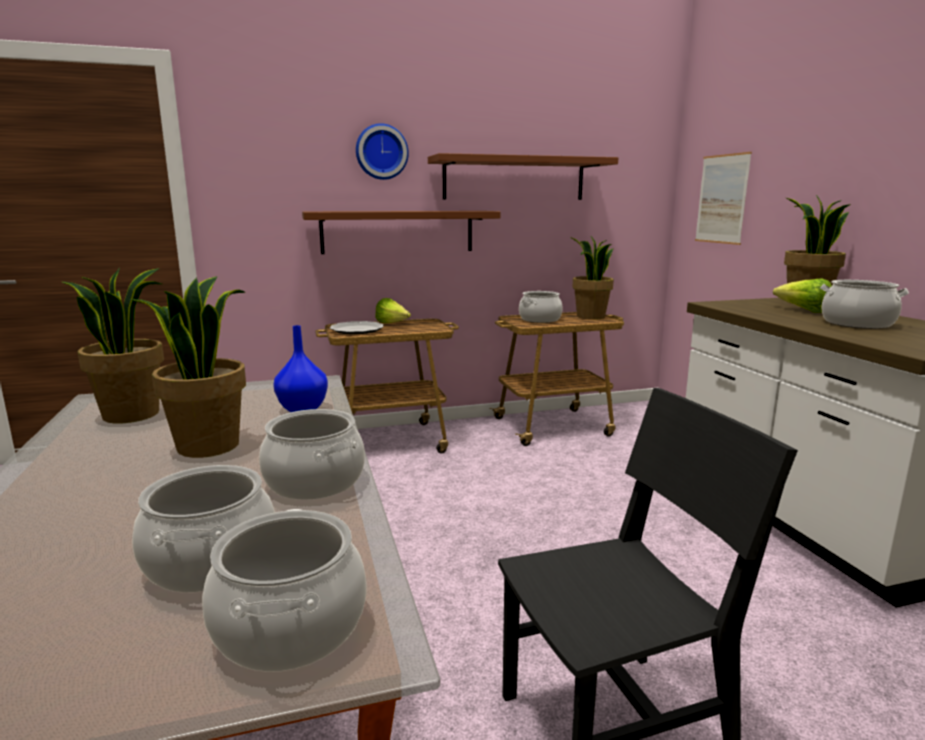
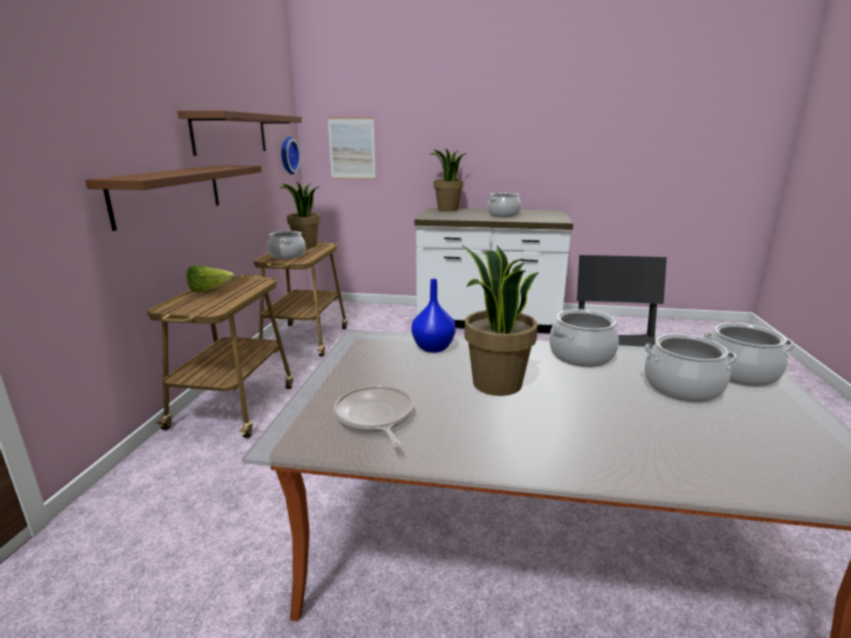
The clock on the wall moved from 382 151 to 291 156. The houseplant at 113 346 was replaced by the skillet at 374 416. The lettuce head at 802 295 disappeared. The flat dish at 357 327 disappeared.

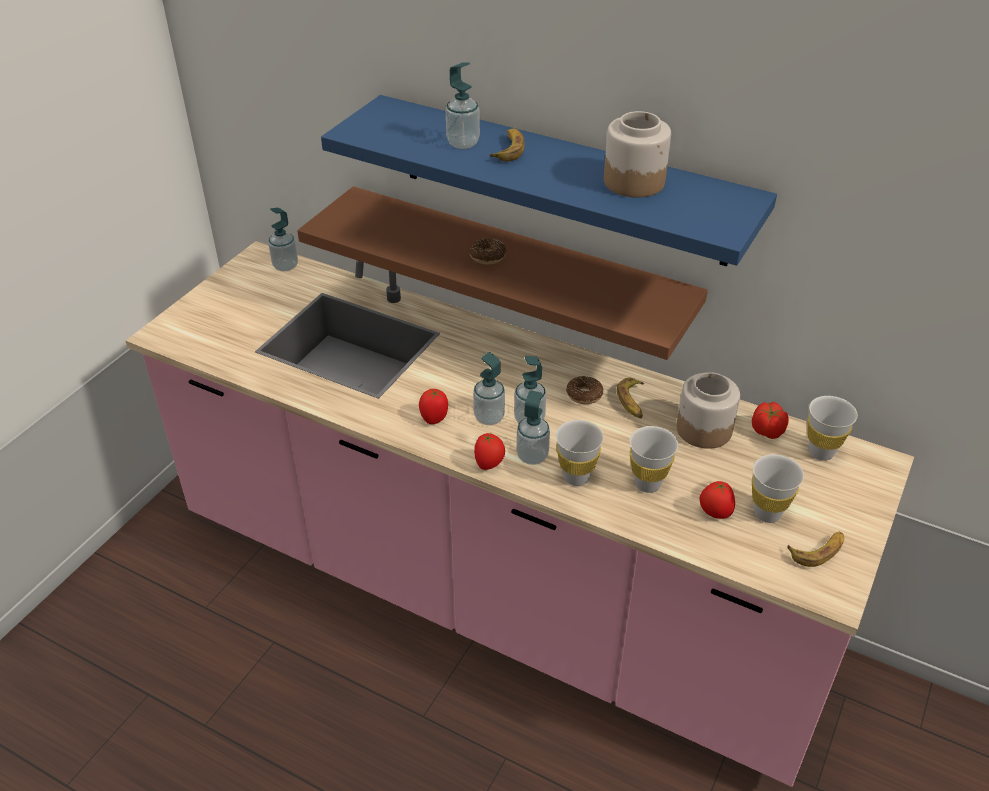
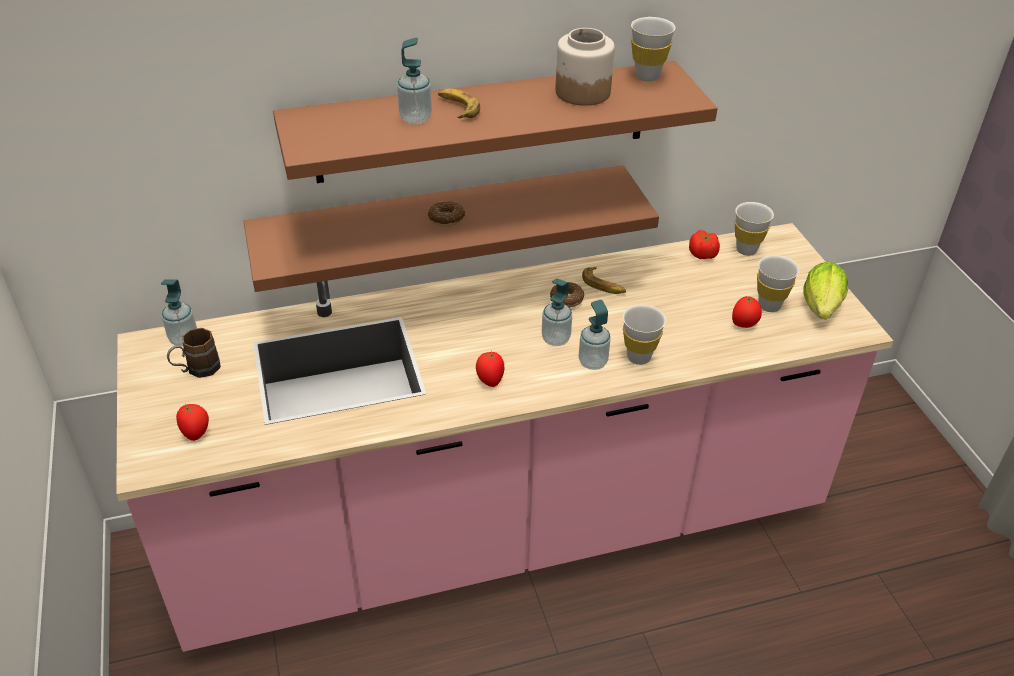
The blue-coloured shelf at 549 181 became the brownish shelf at 495 122. The liquid soap bottle at 489 388 disappeared. The preserve jar at 708 410 disappeared. The white-coloured drinking cup moved from 653 459 to 653 49. The tomato moved from 489 451 to 192 422. The banana at 815 549 was replaced by the lettuce head at 826 290. The brownish tea mug at 194 353 appeared.

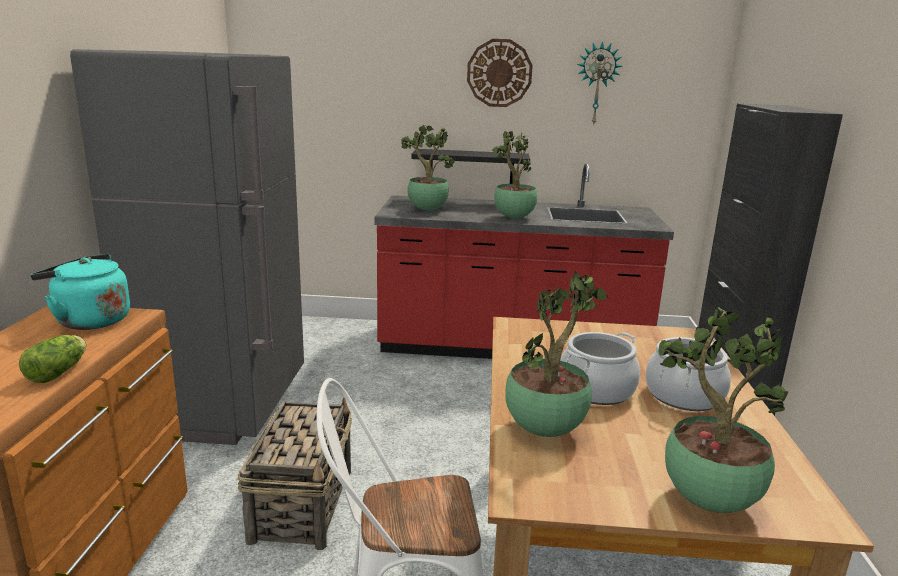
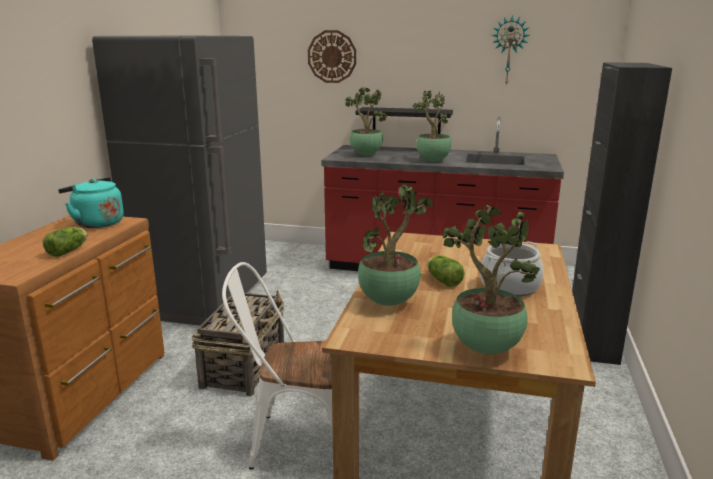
The clock on the wall moved from 500 73 to 332 56. The cooking pot at 600 368 was replaced by the lettuce head at 445 271.

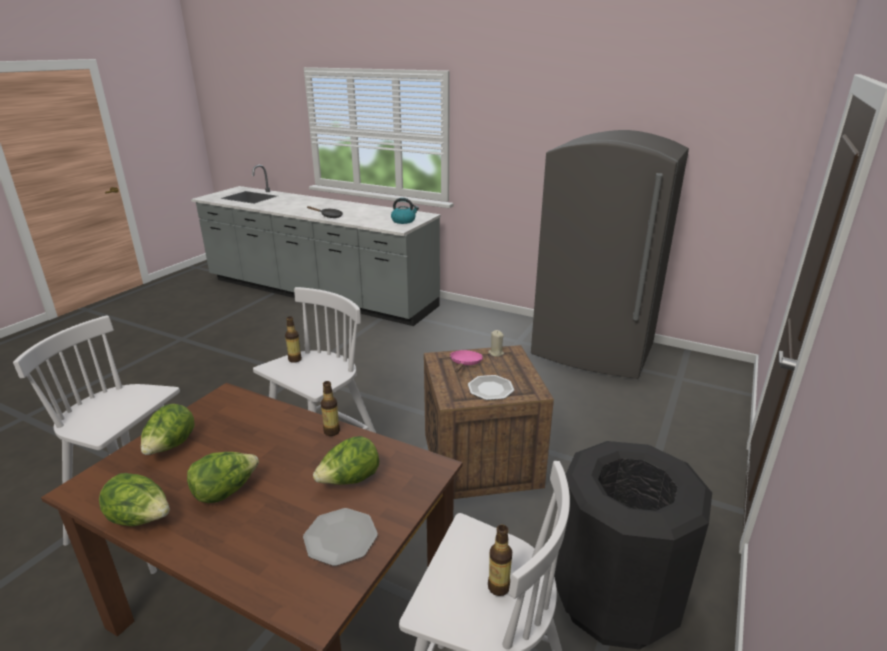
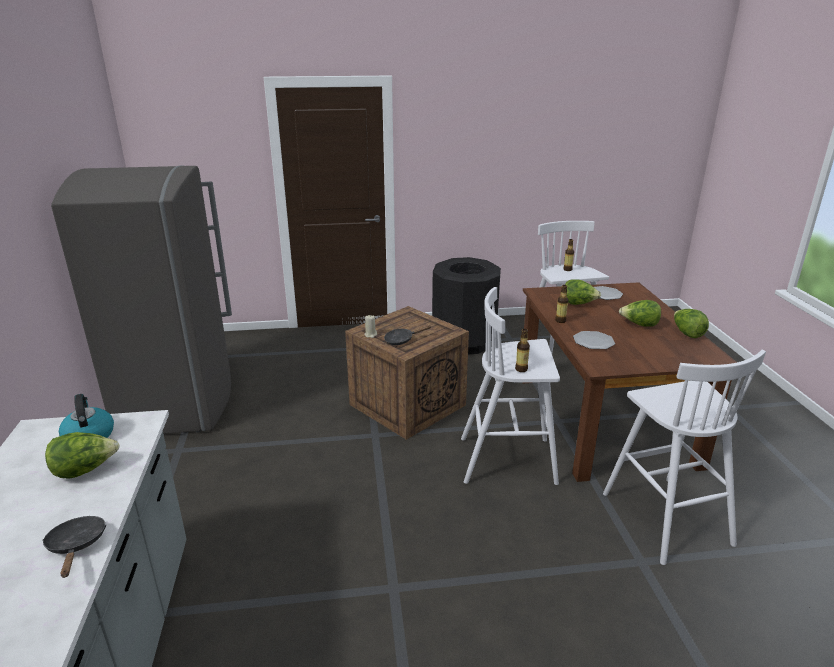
The pink-coloured skillet at 466 361 became the blackish skillet at 407 335. The flat dish moved from 491 387 to 594 340. The lettuce head moved from 168 429 to 82 455.

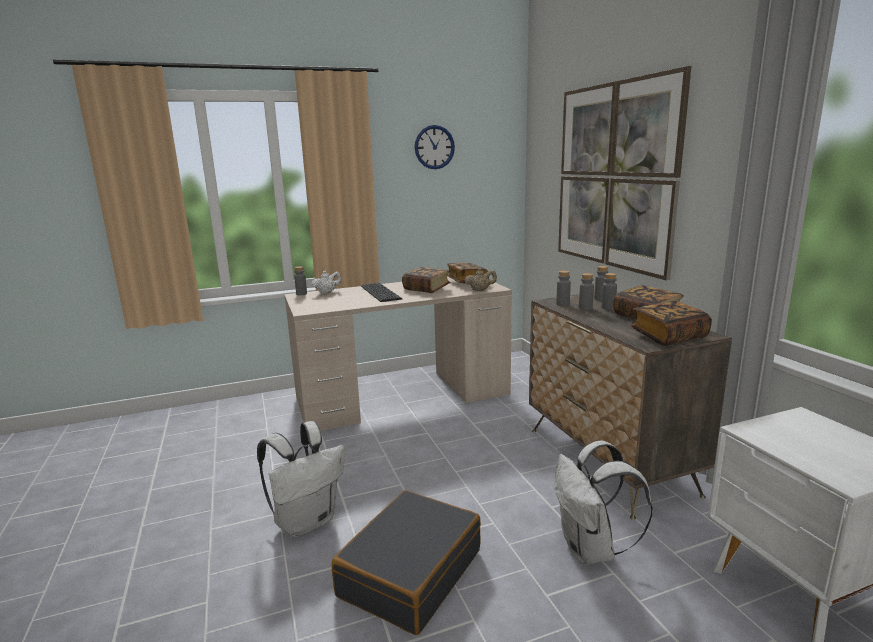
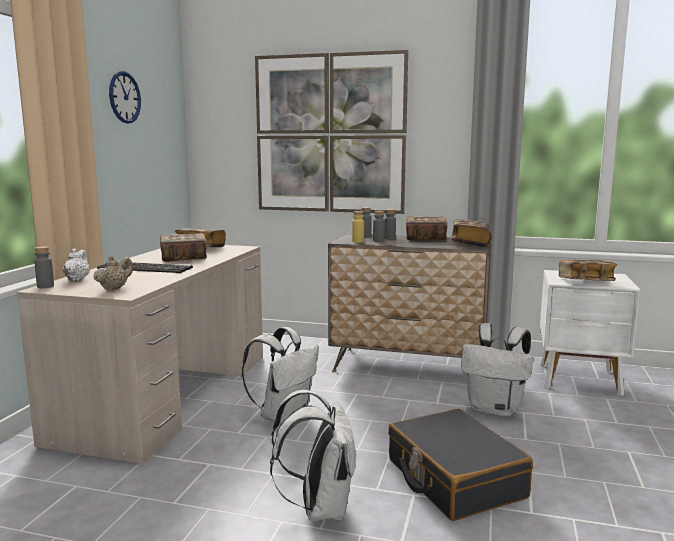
The sand-coloured pot for tea moved from 480 279 to 113 273. The grey drink bottle at 563 288 became the yellow-coloured drink bottle at 358 227. The volume at 588 270 appeared. The white-coloured knapsack at 280 376 appeared.

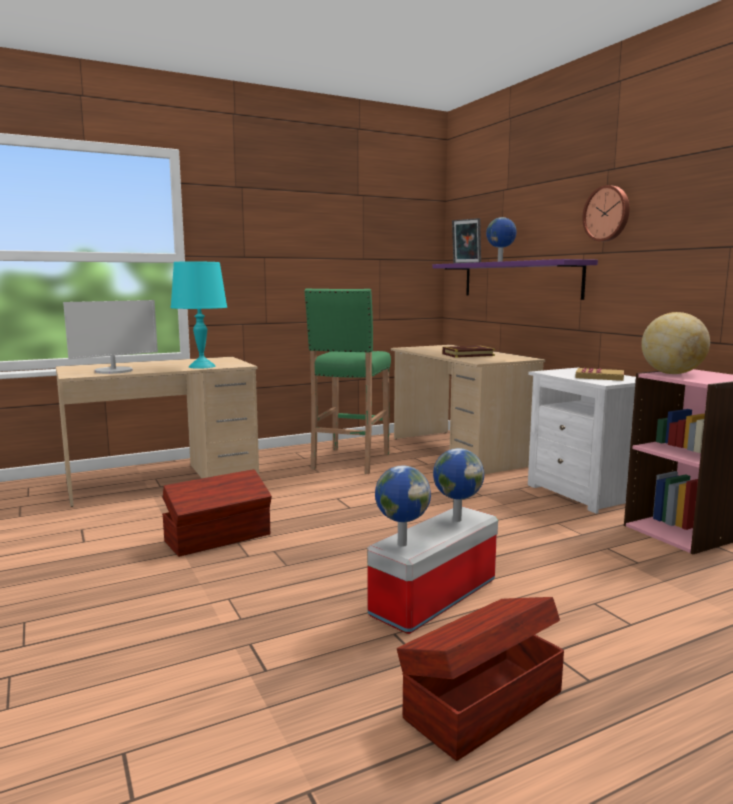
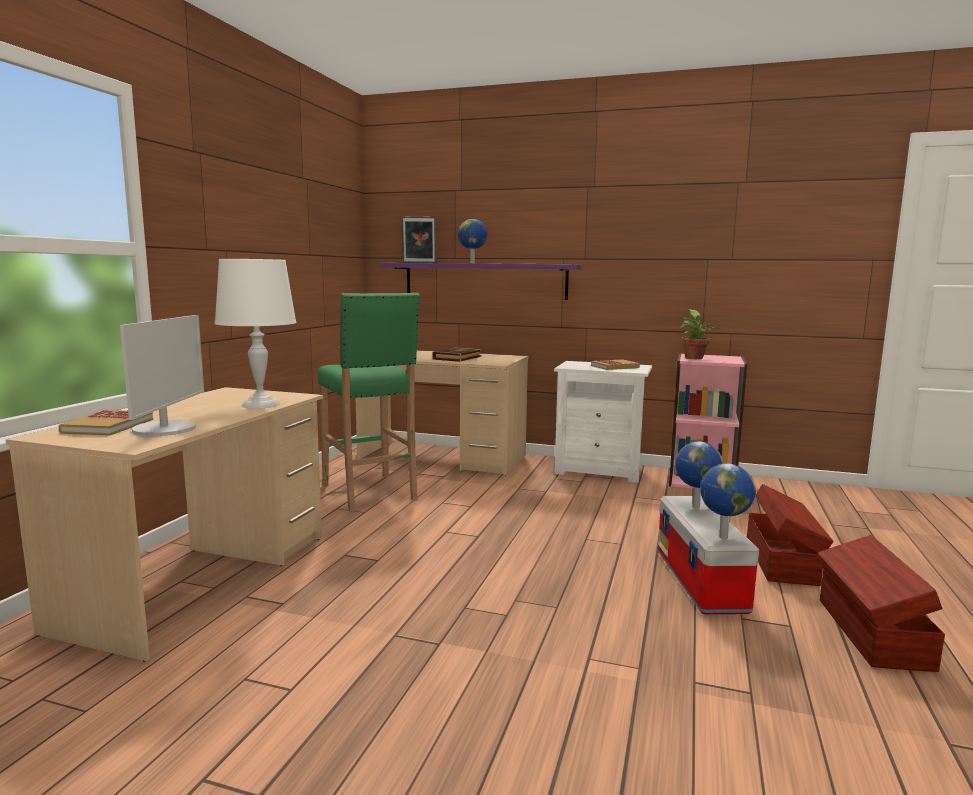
The clock on the wall at 606 213 disappeared. The turquoise tabletop lamp at 198 315 became the white-coloured tabletop lamp at 256 334. The world globe at 675 343 was replaced by the houseplant at 700 334. The brownish storage container moved from 217 513 to 790 535. The volume at 105 423 appeared.

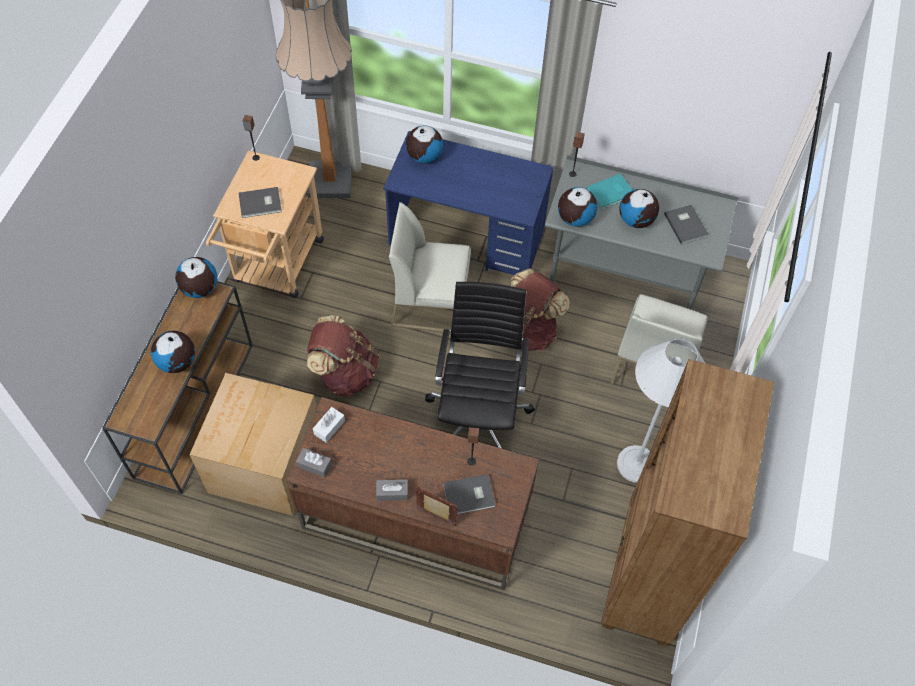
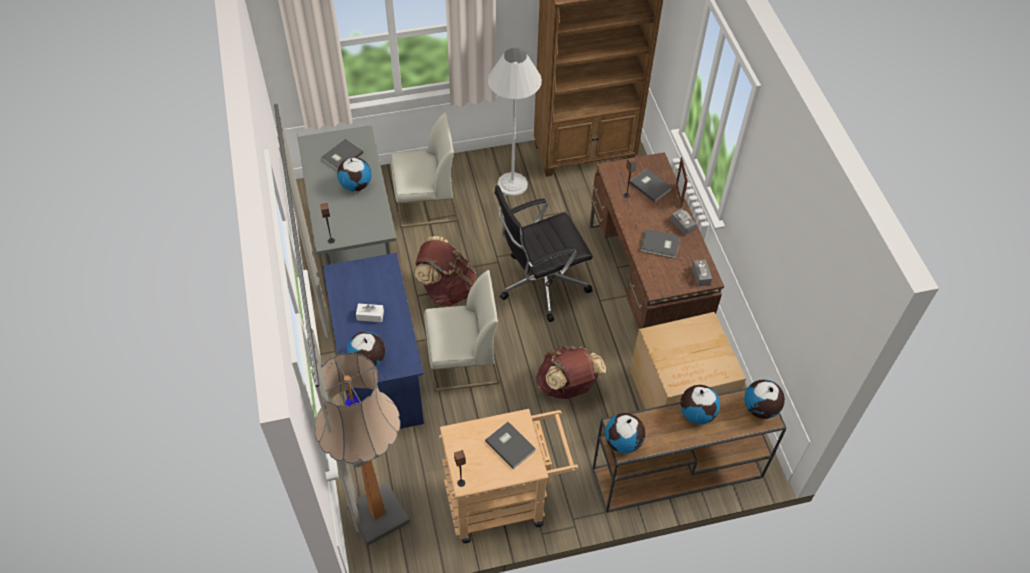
The turquoise volume at 609 192 disappeared. The world globe moved from 577 207 to 764 399. The white-coloured plain chair at 430 267 turned 75 degrees counterclockwise. The white-coloured box of tissues moved from 329 425 to 370 312. The grey volume at 660 244 appeared.

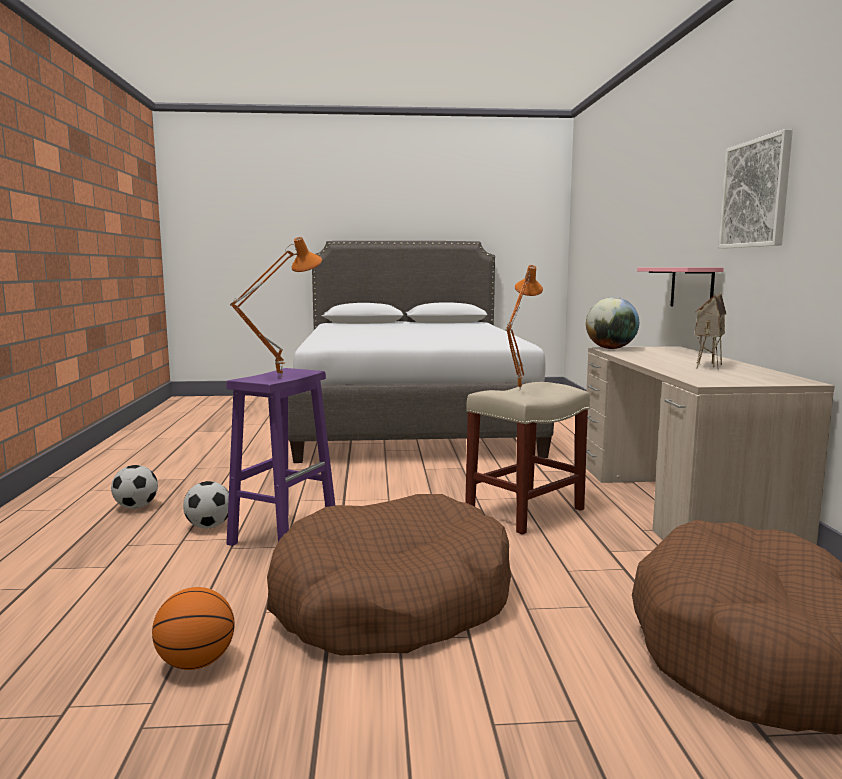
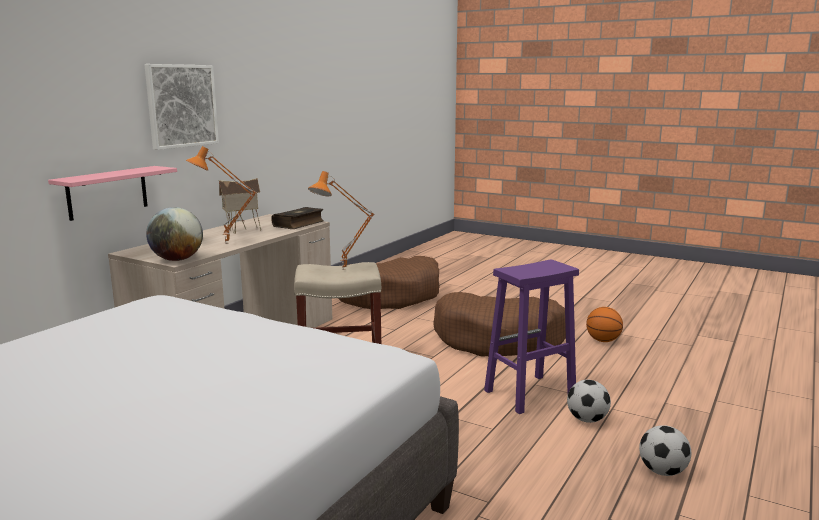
The orange tabletop lamp moved from 276 307 to 221 194. The volume at 297 218 appeared.

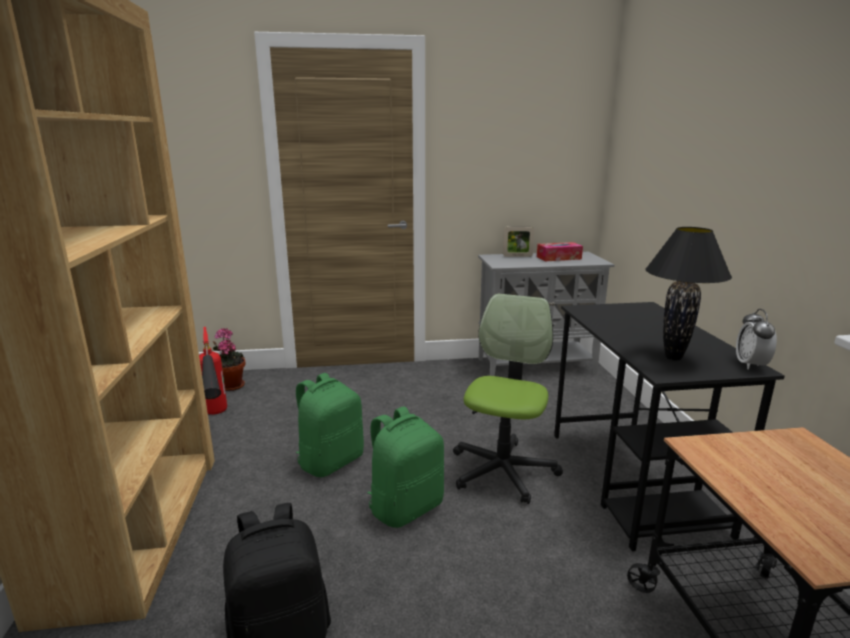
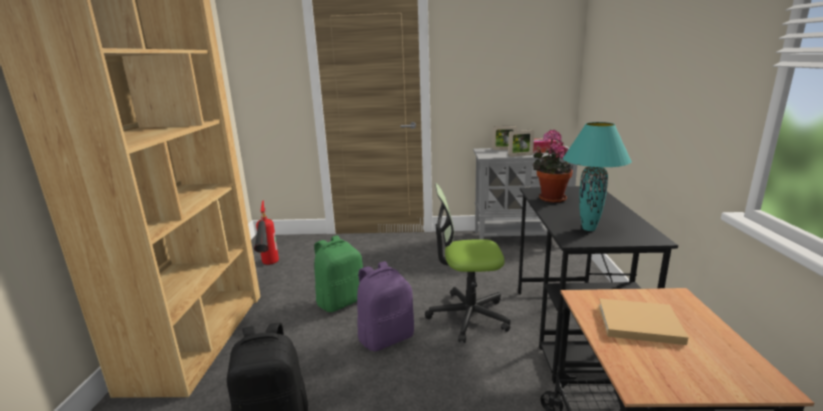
The blackish tabletop lamp at 688 294 became the turquoise tabletop lamp at 597 176. The computer chair at 508 399 turned 120 degrees counterclockwise. The bedside clock at 756 339 disappeared. The houseplant moved from 229 359 to 553 166. The greenish knapsack at 405 467 became the purplish knapsack at 385 306. The picture frame at 521 143 appeared. The sand-coloured volume at 644 321 appeared.

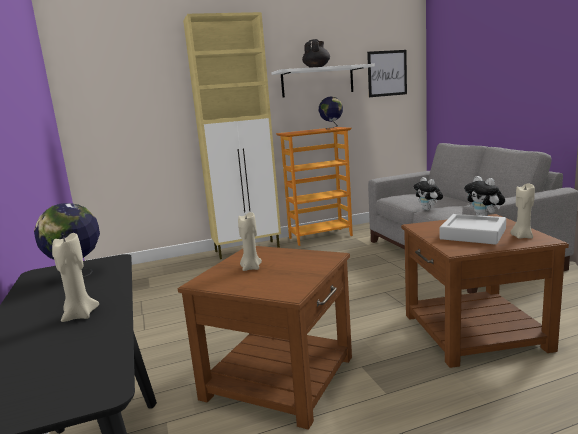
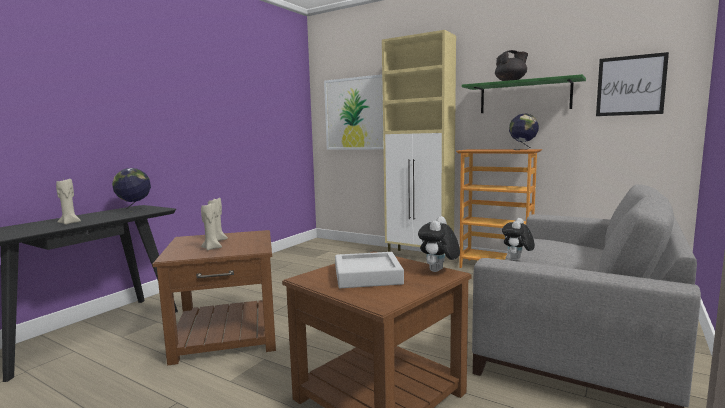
The white-coloured shelf at 323 81 became the greenish shelf at 524 93. The sand-coloured wax candle moved from 522 211 to 211 226. The wall art at 353 112 appeared.

